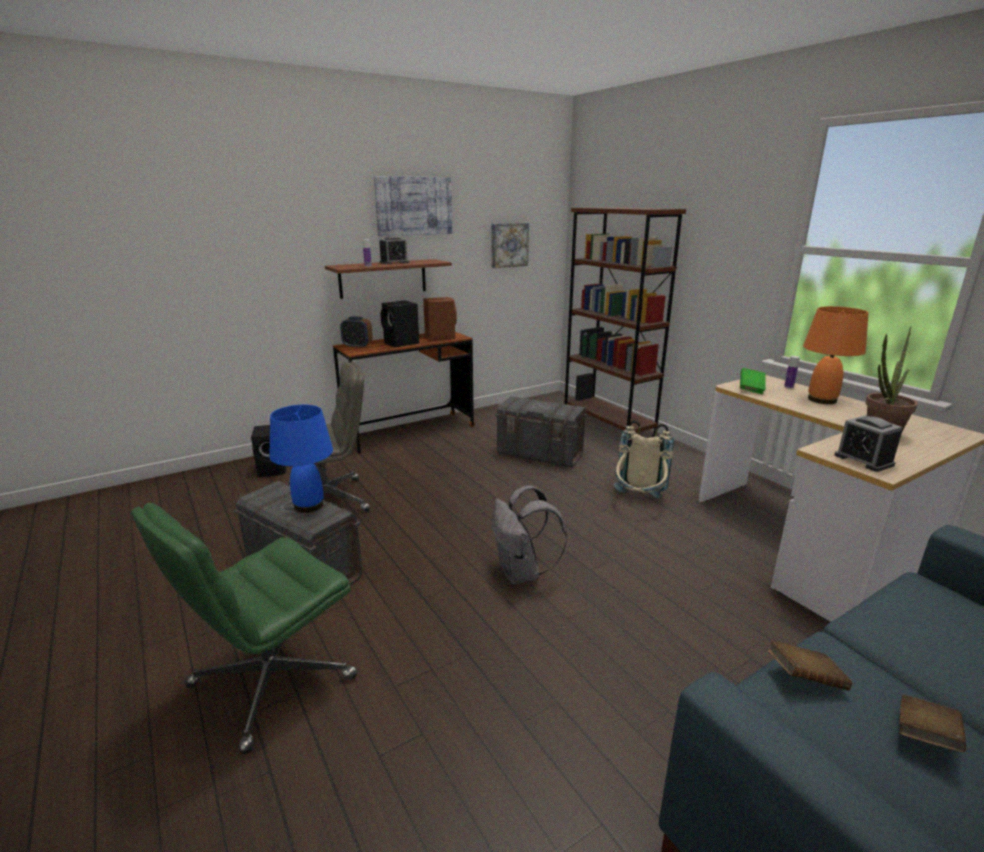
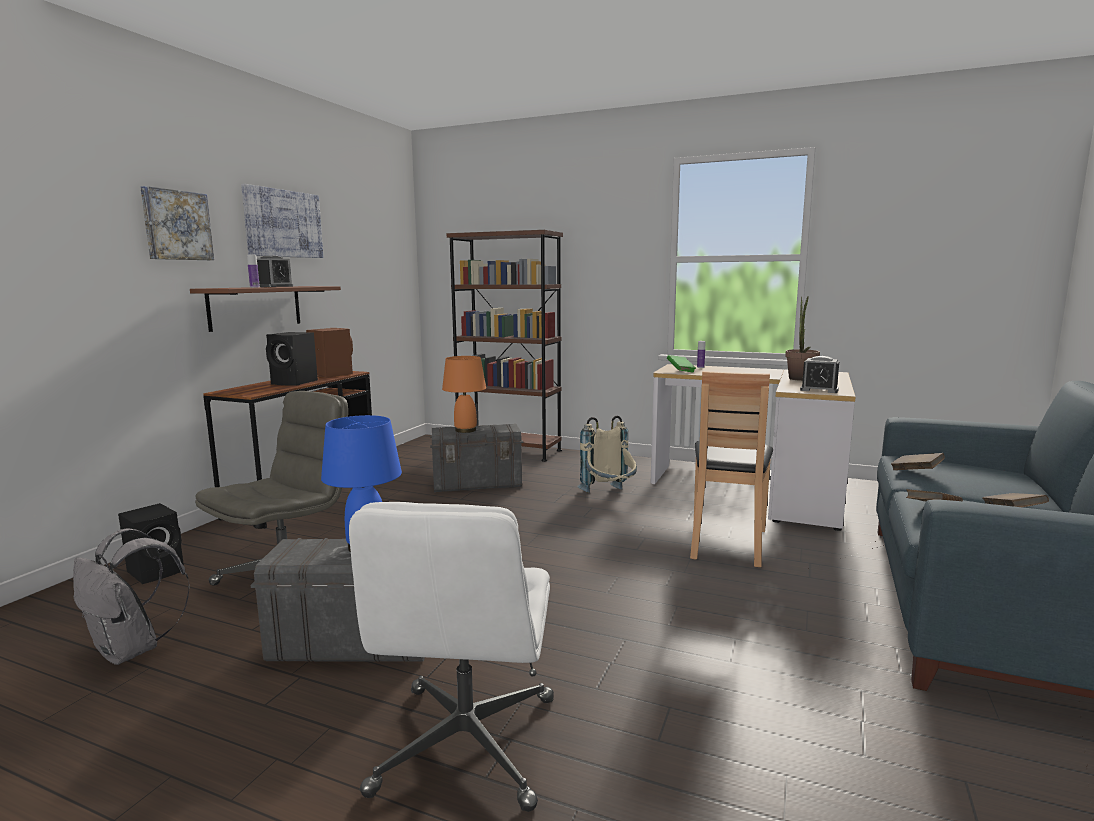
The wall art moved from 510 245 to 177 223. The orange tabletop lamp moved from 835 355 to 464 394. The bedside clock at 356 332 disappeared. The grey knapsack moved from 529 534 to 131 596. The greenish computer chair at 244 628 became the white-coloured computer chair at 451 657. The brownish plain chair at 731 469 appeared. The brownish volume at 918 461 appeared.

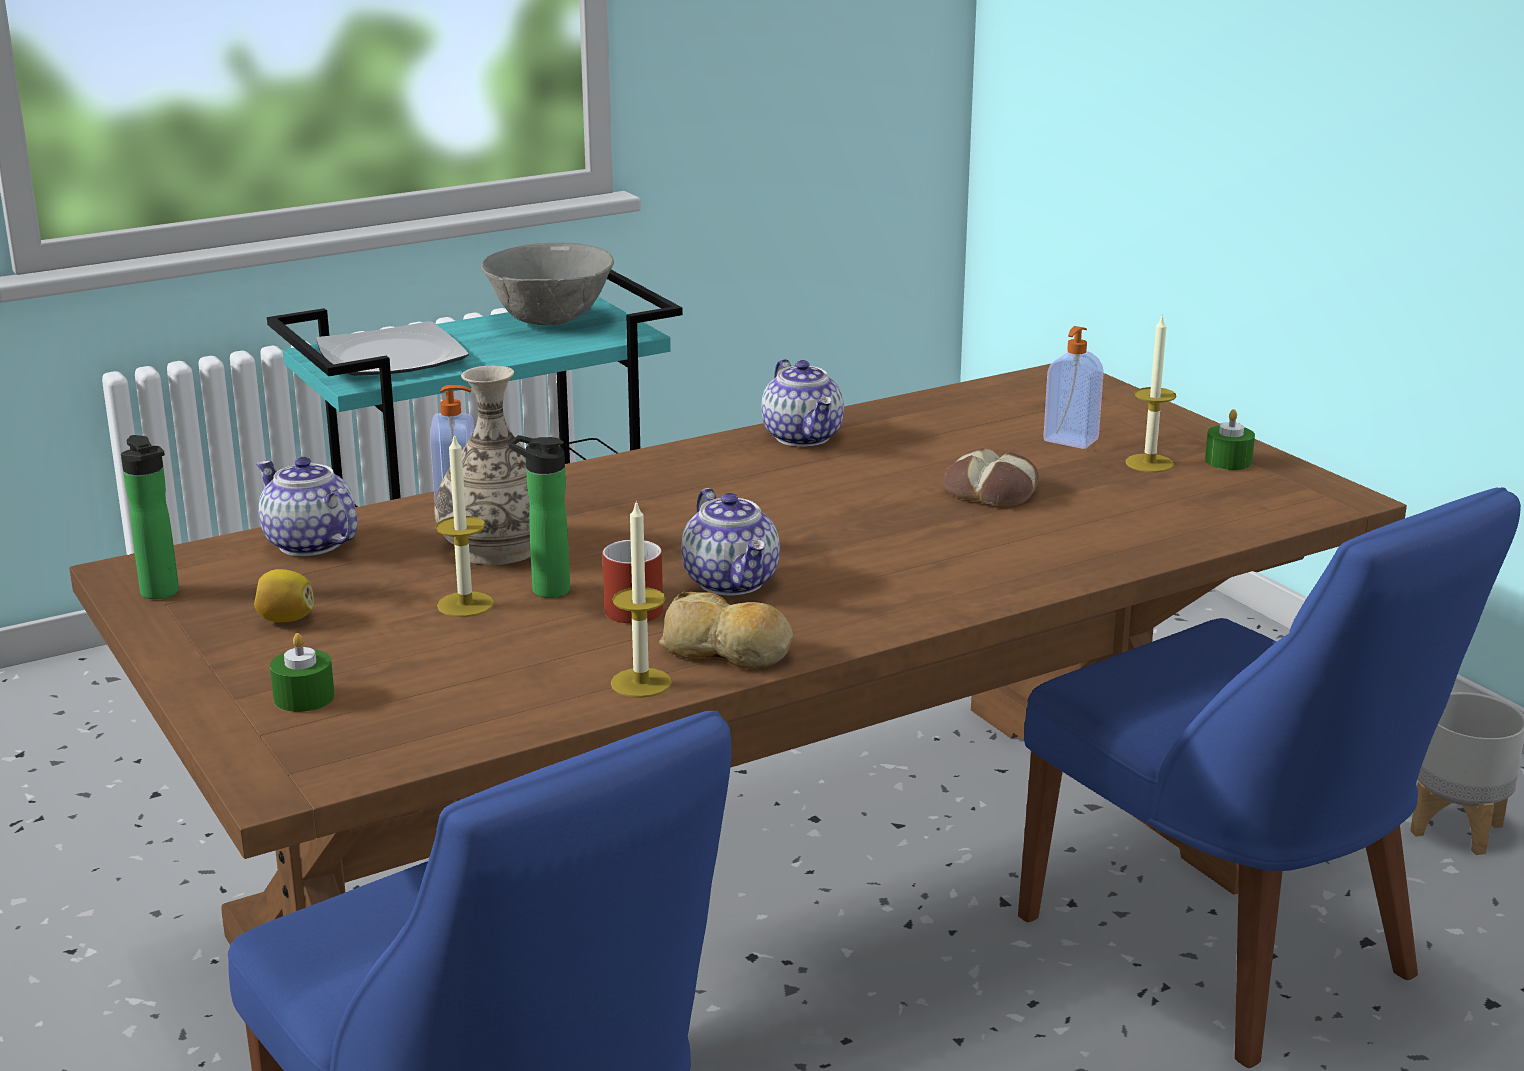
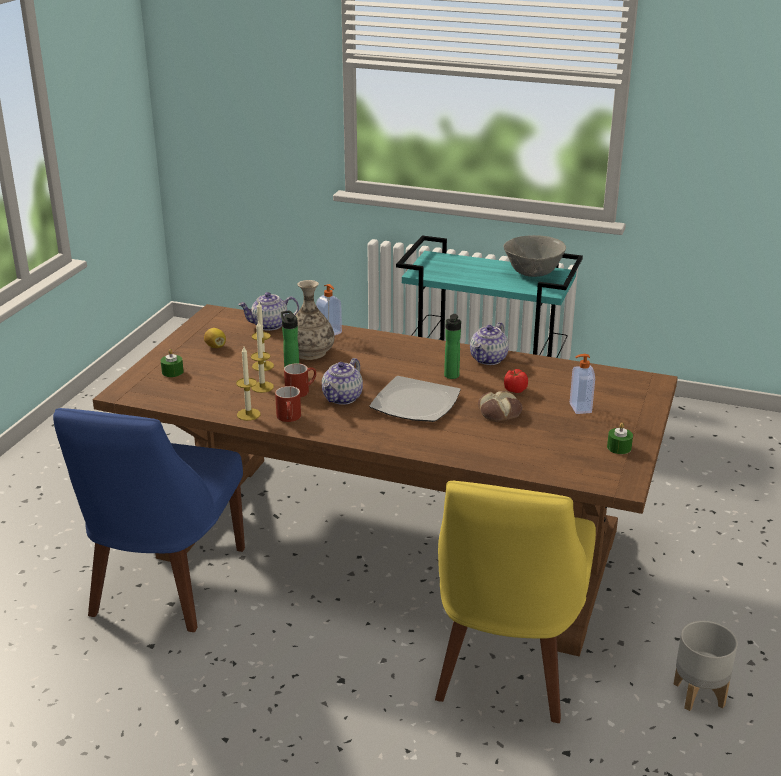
The wax candle moved from 1151 394 to 262 357. The flat dish moved from 392 348 to 415 399. The drink bottle moved from 150 517 to 452 346. The pot for tea at 306 506 turned 105 degrees counterclockwise. The blue-coloured plain chair at 1269 777 became the yellow-coloured plain chair at 515 602. The bakery bread at 726 630 was replaced by the reddish tea mug at 288 404. The tomato at 516 381 appeared.

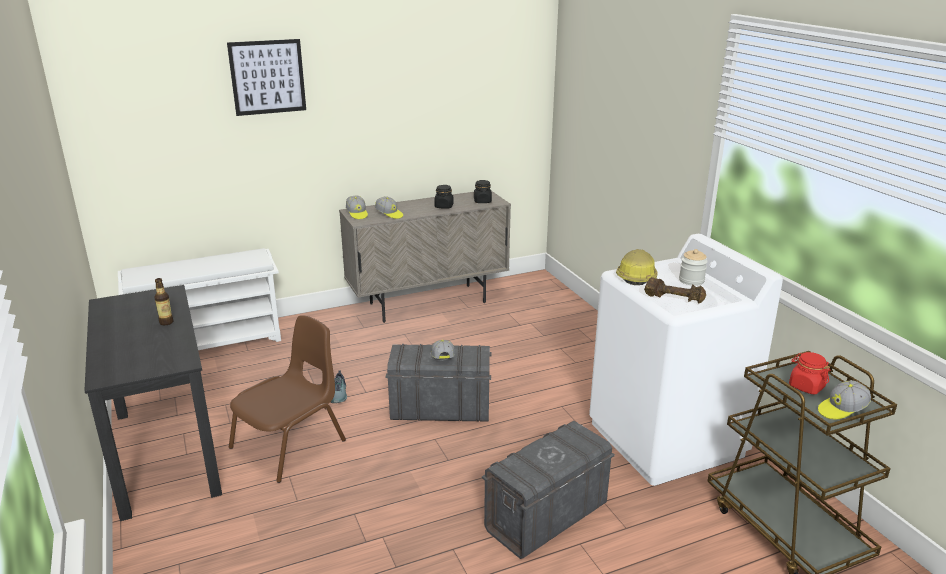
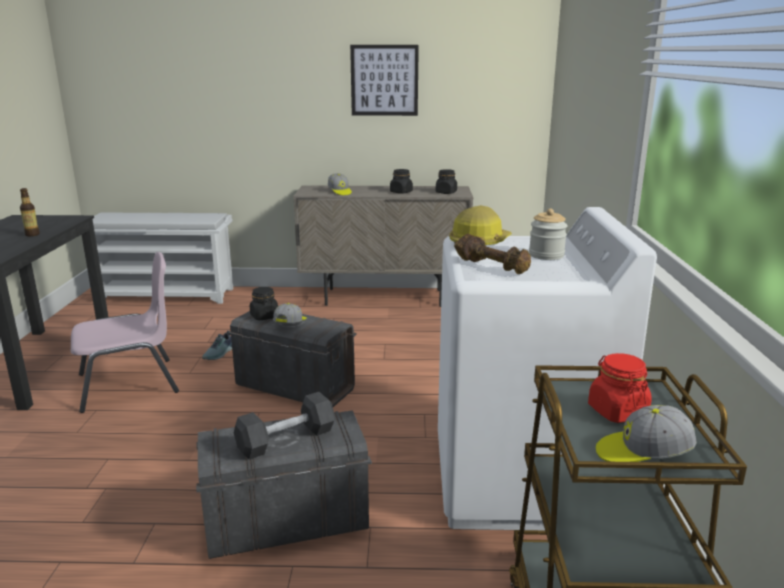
The wall art moved from 266 77 to 384 80. The peaked cap at 357 207 disappeared. The brownish plain chair at 287 399 became the pink-coloured plain chair at 125 332. The blackish preserve jar at 264 303 appeared. The blackish dumbbell at 284 426 appeared.

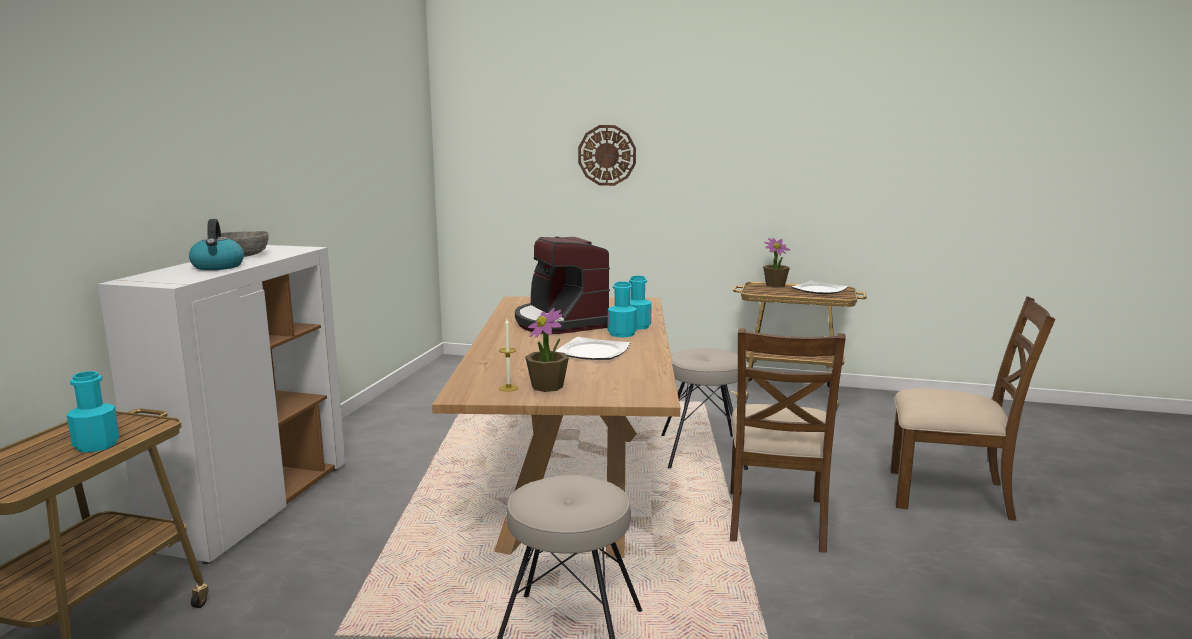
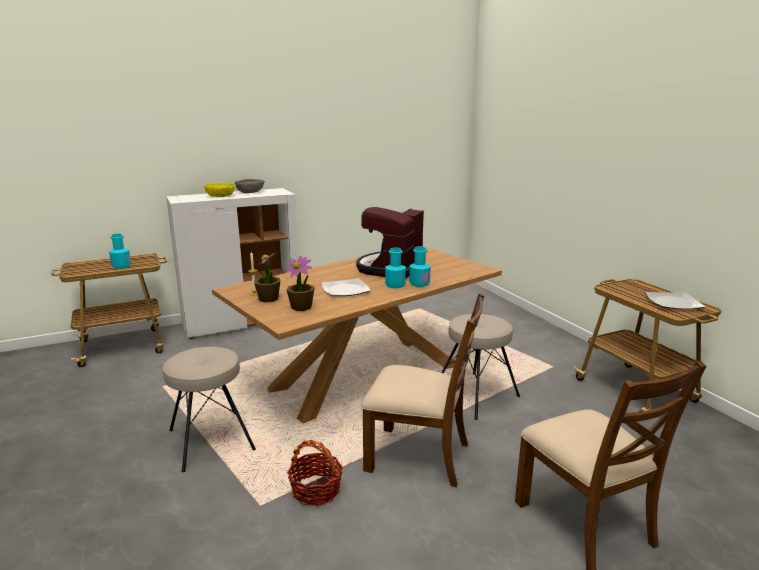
The clock on the wall at 607 155 disappeared. The water kettle at 216 244 was replaced by the yellow-coloured serving bowl at 219 190. The houseplant moved from 776 262 to 300 283. The brownish plain chair at 788 440 turned 135 degrees counterclockwise. The household basket at 315 473 appeared.

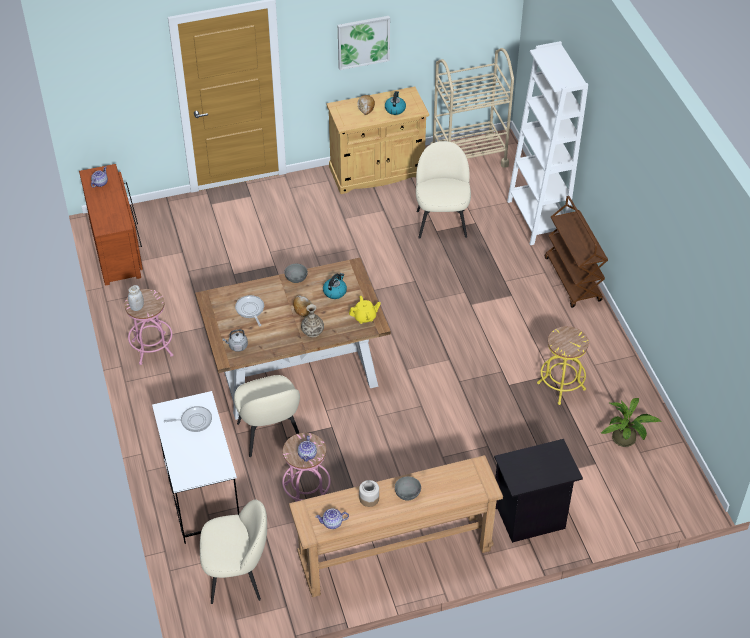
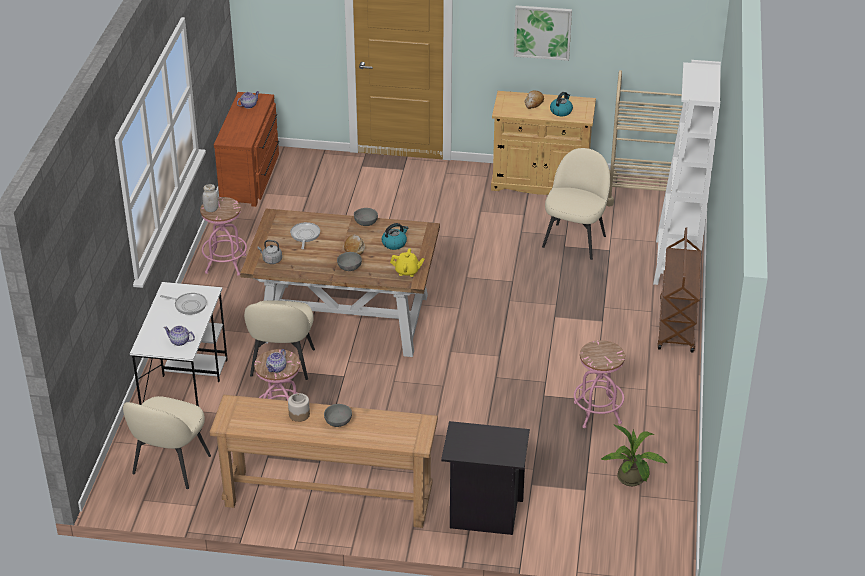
The vase at 312 321 was replaced by the grey serving bowl at 349 261. The yellow-coloured sitting stool at 563 365 became the pink-coloured sitting stool at 599 384. The sand-coloured plain chair at 233 552 turned 90 degrees clockwise. The pot for tea moved from 332 518 to 179 335.

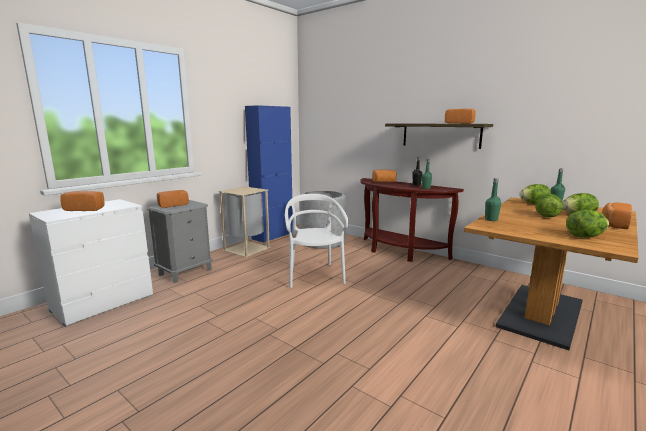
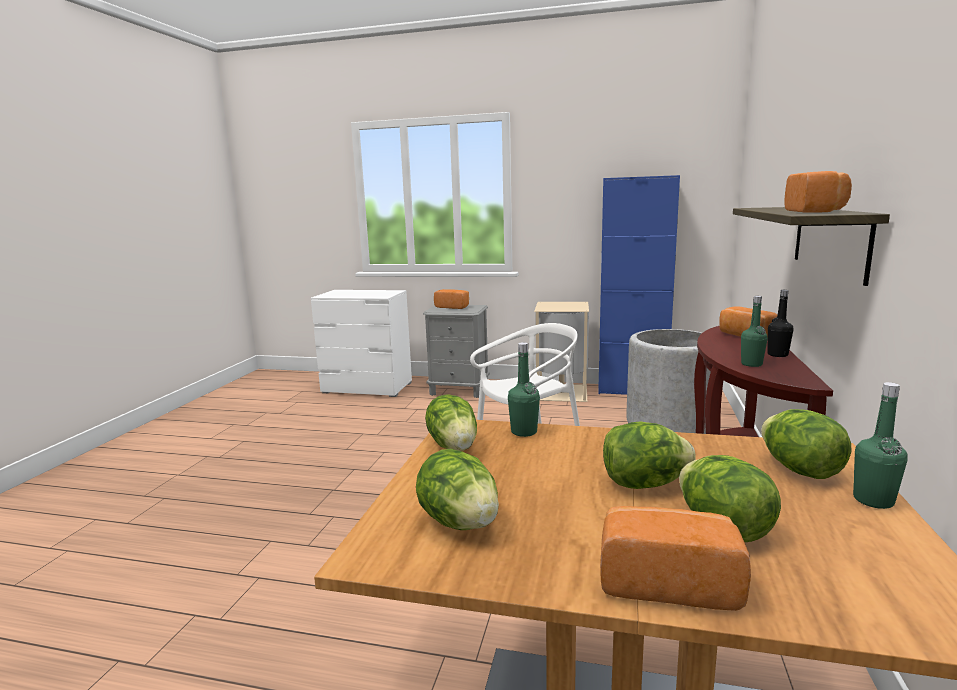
The bakery bread at 82 201 disappeared. The lettuce head at 451 422 appeared.

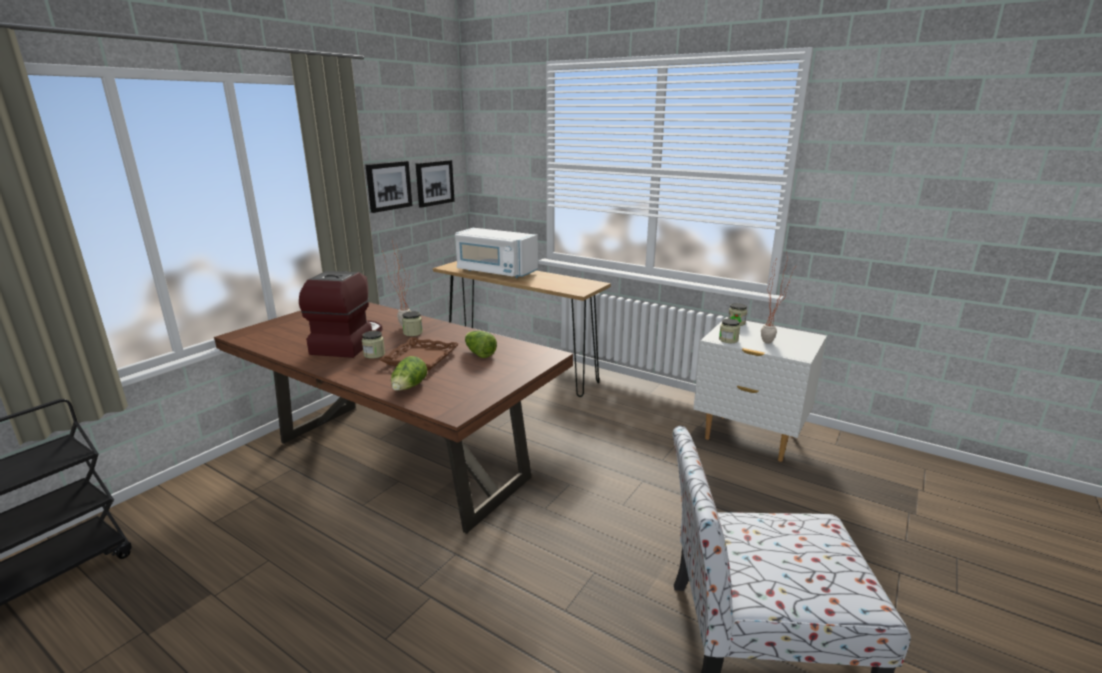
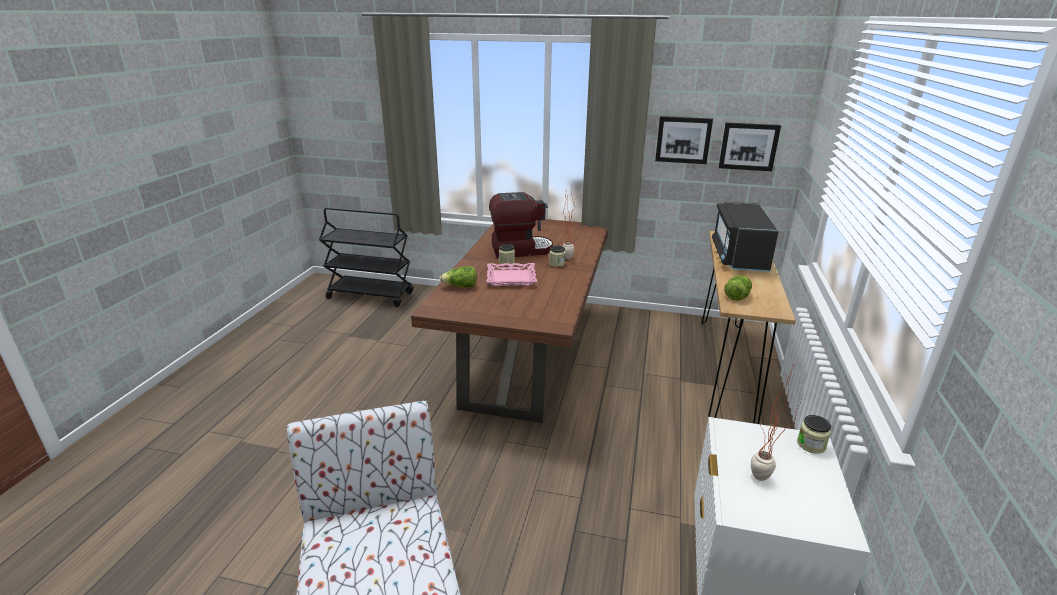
The white-coloured microwave at 496 253 became the blackish microwave at 745 237. The preserve jar at 729 331 disappeared. The lettuce head moved from 481 344 to 738 288. The brownish carrying tray at 419 354 became the pink-coloured carrying tray at 511 274.

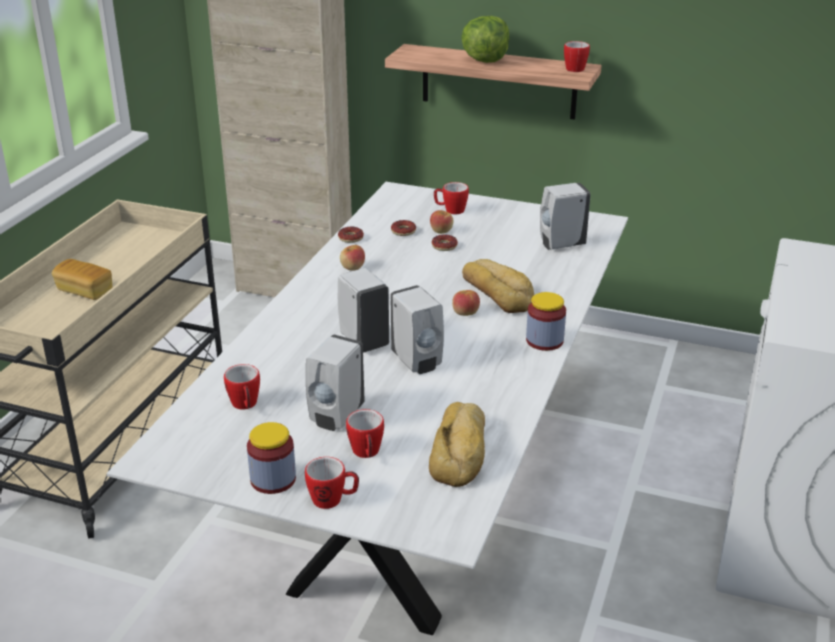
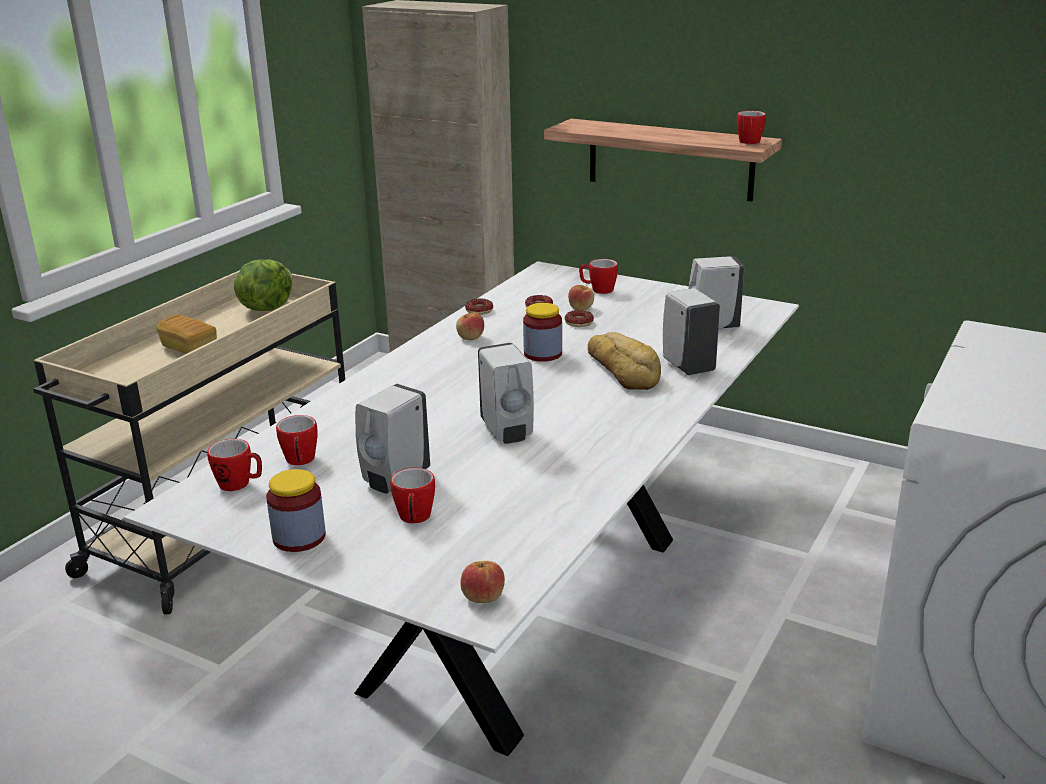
The lettuce head moved from 485 39 to 263 285. The white-coloured liquid soap bottle moved from 363 310 to 691 331. The whole apple moved from 466 303 to 482 582. The preserve jar moved from 546 321 to 542 332. The bakery bread at 457 444 disappeared. The tea mug moved from 332 483 to 234 465.

